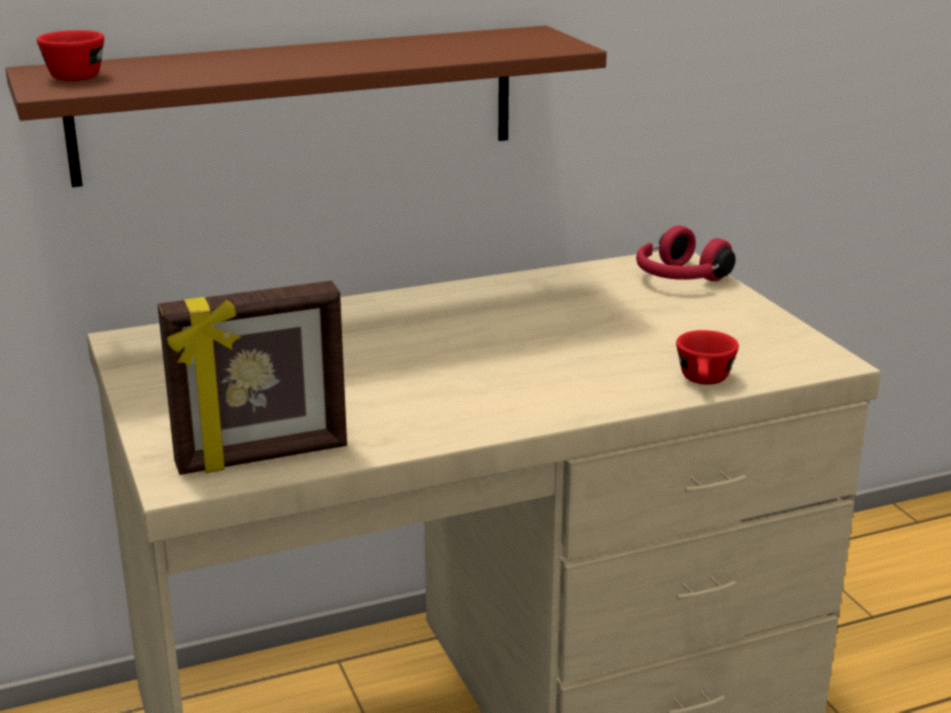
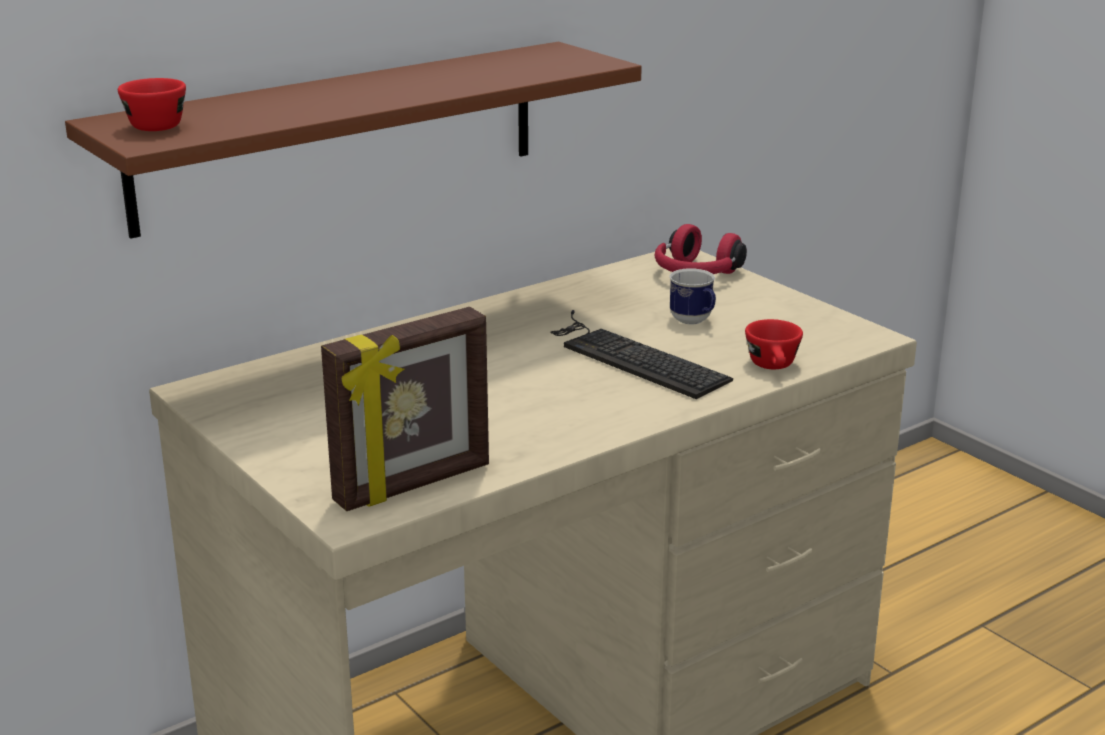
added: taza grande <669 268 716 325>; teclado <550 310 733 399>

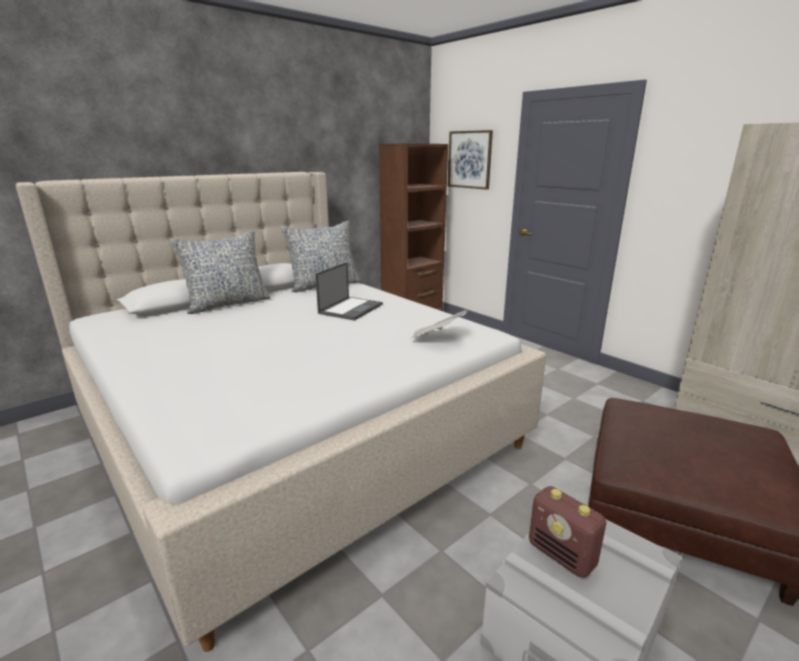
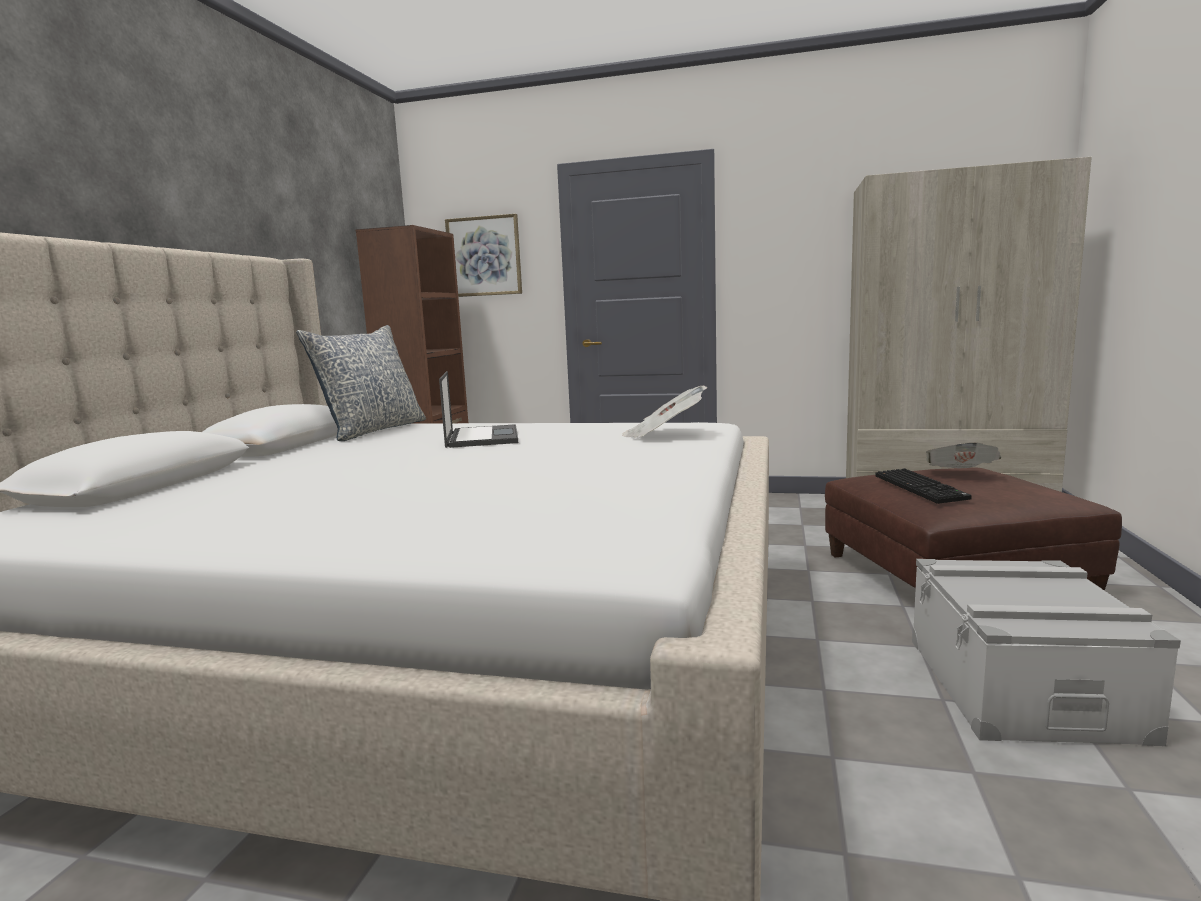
removed: cojín <169 230 271 314>; radio <529 486 606 578>
added: periódico <926 443 1002 468>; teclado <876 468 972 504>

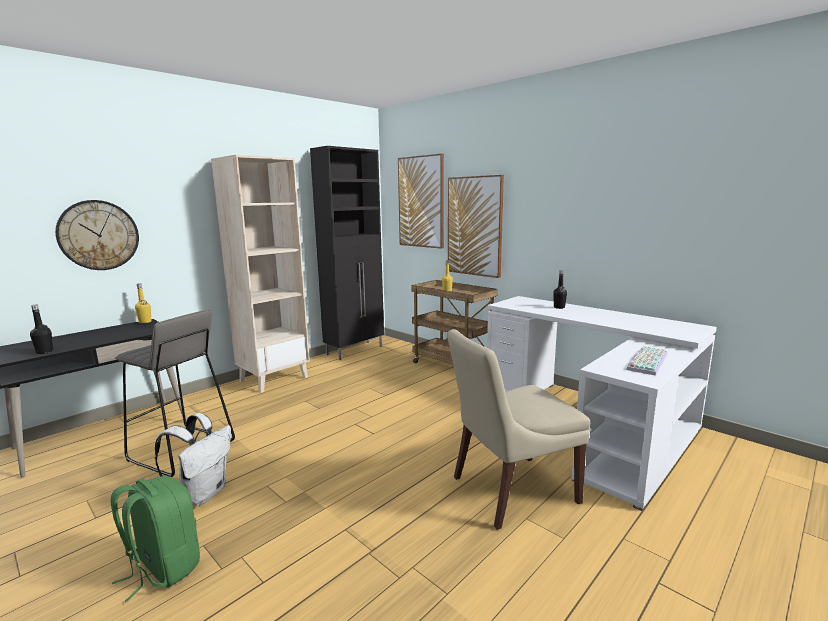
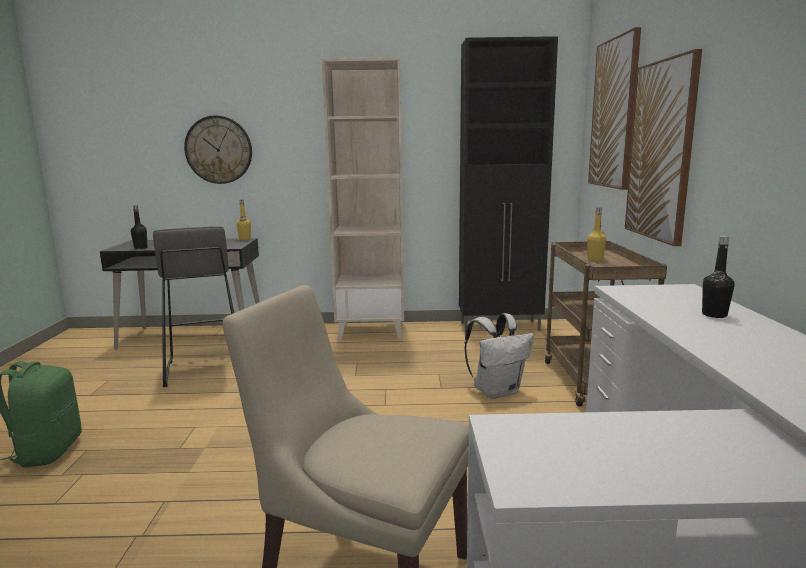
removed: teclado <626 346 668 375>
moved: mochila (blanco) <155 413 231 506> to <465 313 534 399>

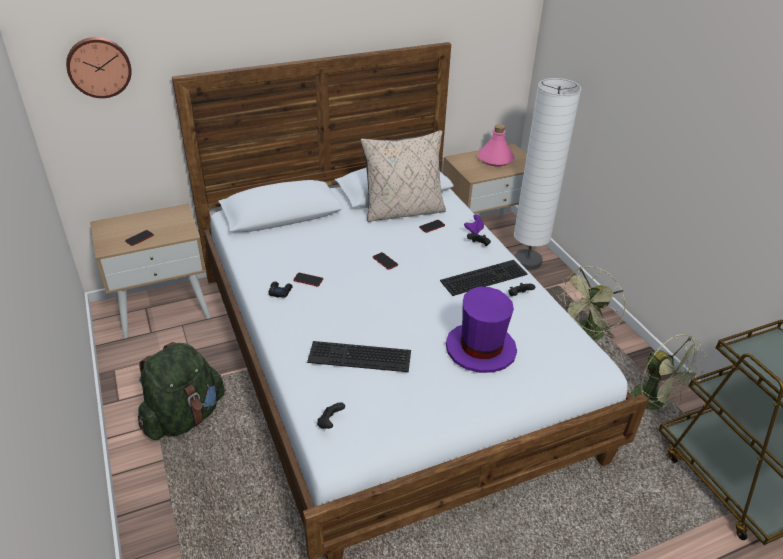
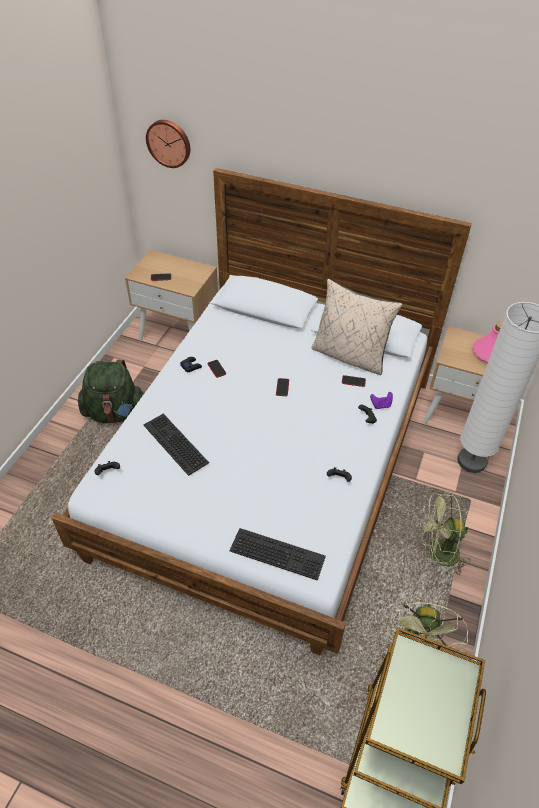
removed: sombrero (morado) <446 286 517 373>
moved: teclado <440 260 527 296> to <229 528 326 581>

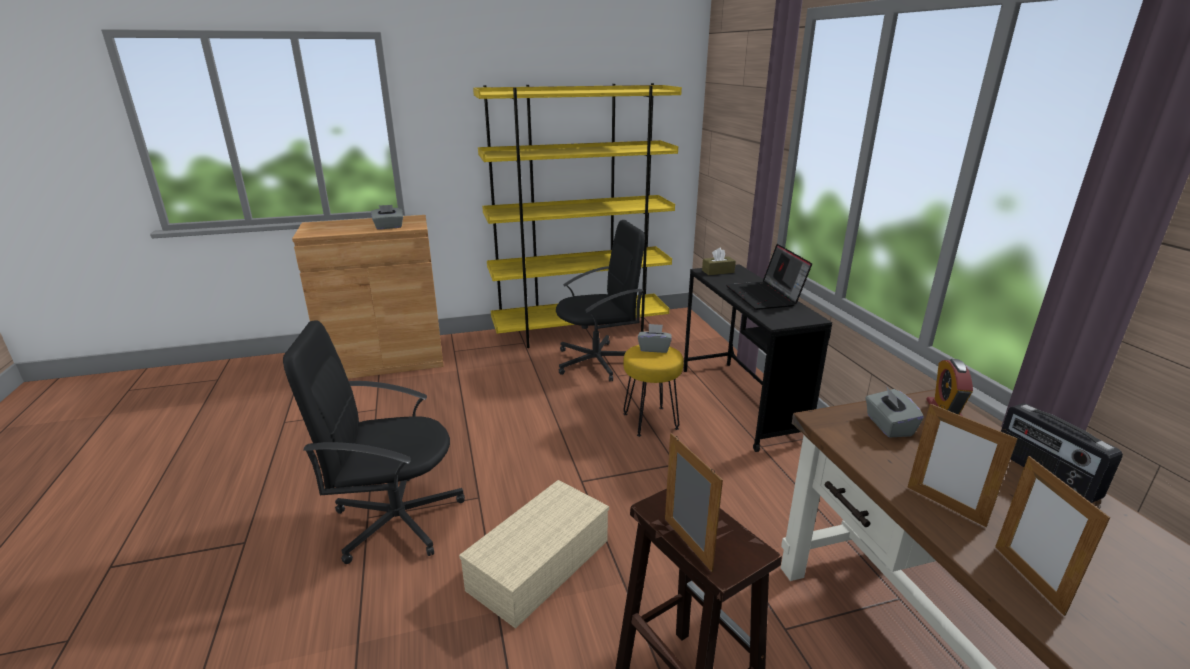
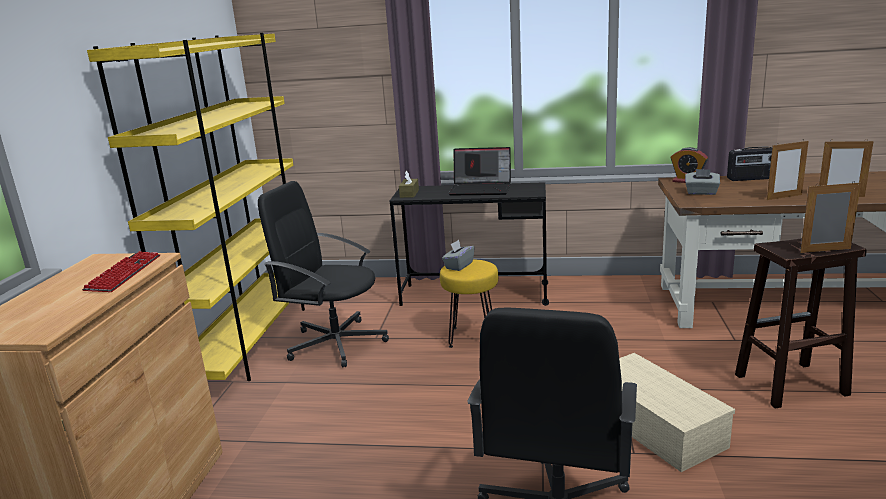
replaced: caja de pañuelos (gris) <371 205 403 229> to teclado <82 251 160 292>
turned: silla de oficina (negro) <556 220 645 381> = <258 181 389 367> 75 degrees counterclockwise

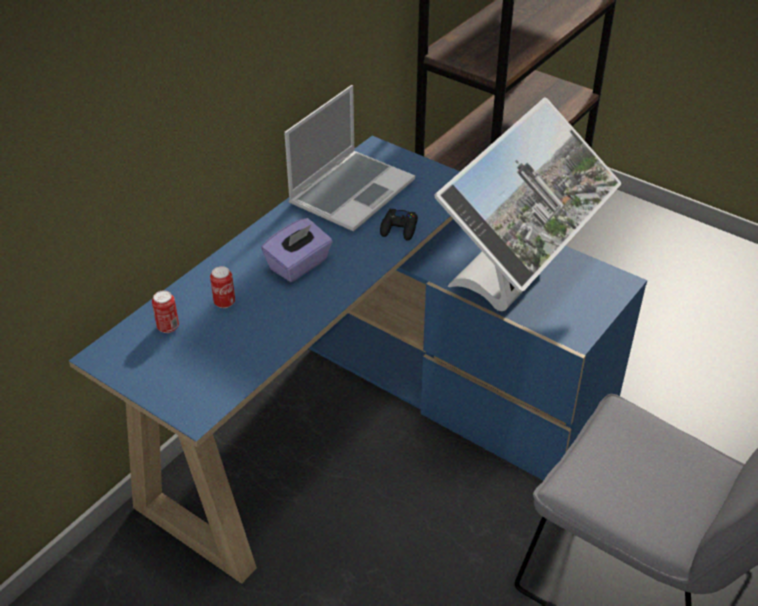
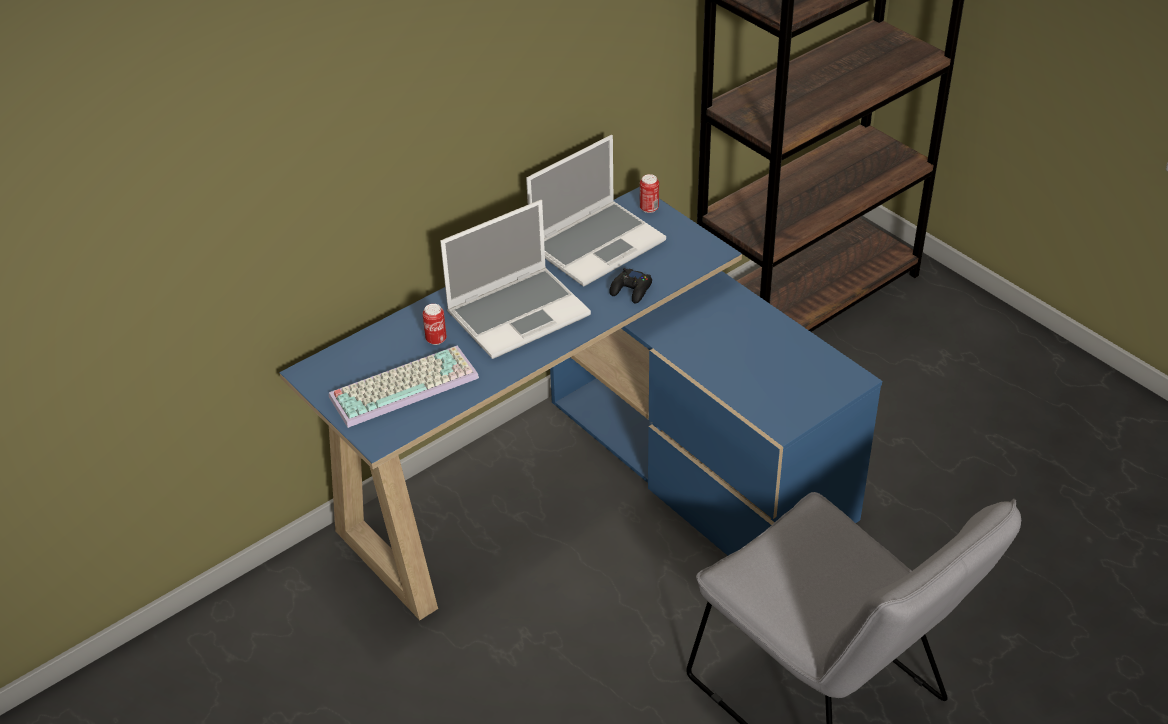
removed: monitor <434 97 621 311>
added: teclado <329 346 479 428>
moved: lata <152 290 179 333> to <640 174 659 213>
replaced: caja de pañuelos (morado) <261 218 333 282> to portátil <440 200 591 359>

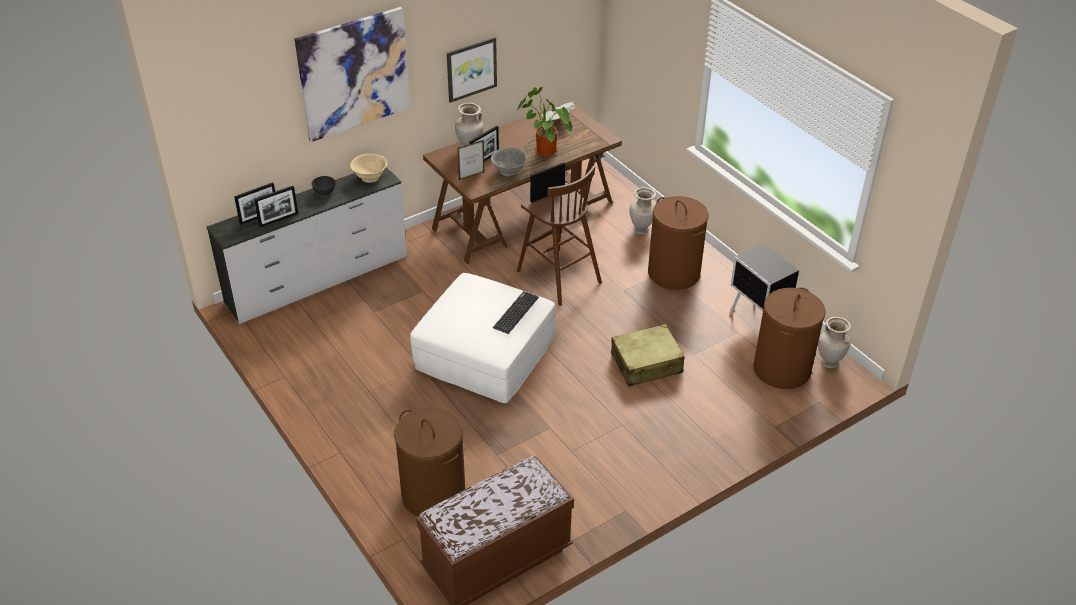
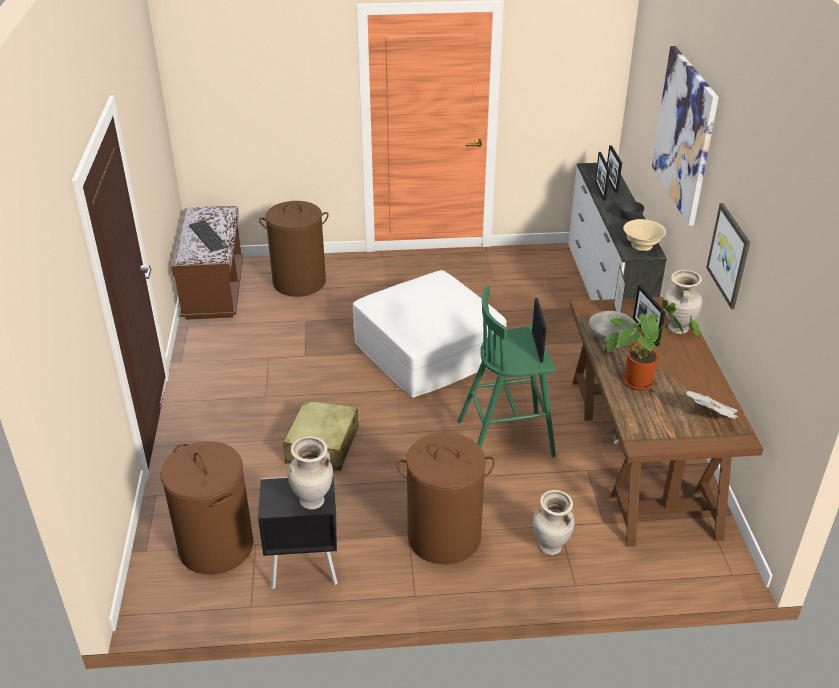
moved: teclado <493 291 539 334> to <189 220 228 252>; florero (beis) <818 317 851 368> to <287 436 333 510>
recoloured: taburete (marrón) <517 166 602 306> to taburete (verde) <457 286 556 457>

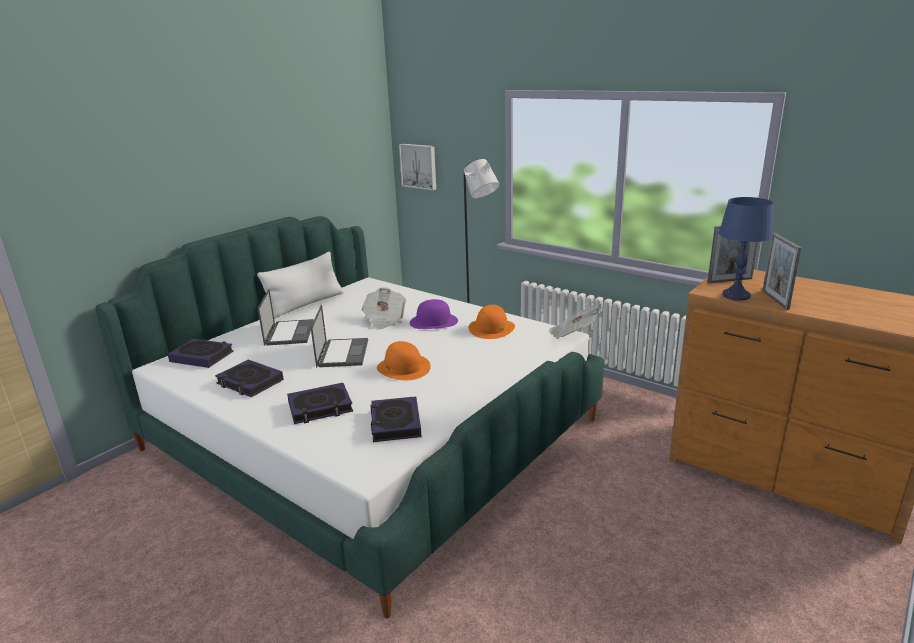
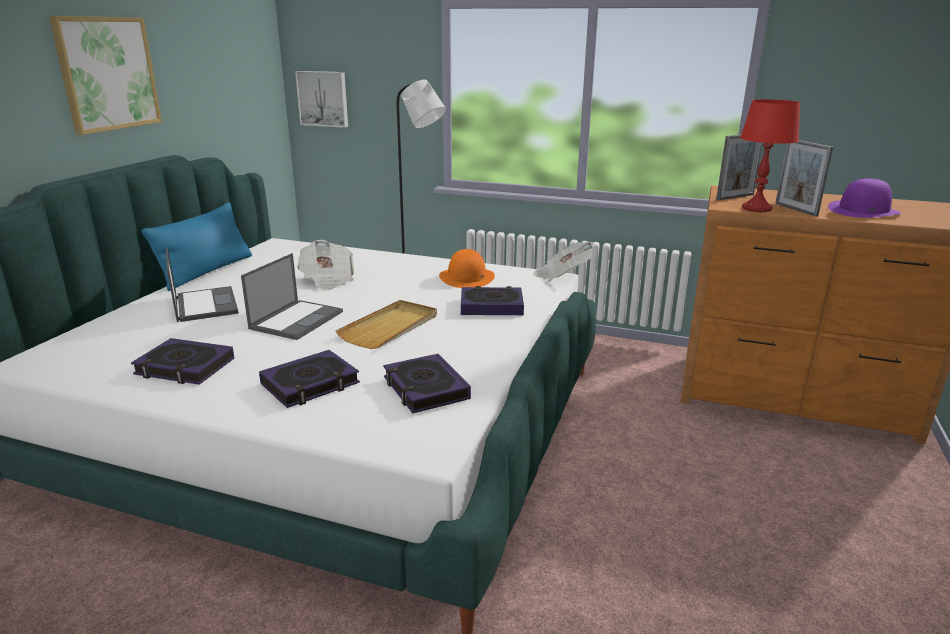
added: cuadro <49 16 162 135>
moved: sombrero (morado) <410 299 458 329> to <828 179 902 218>; libro <168 339 234 368> to <461 286 524 315>
replaced: sombrero (naranja) <377 341 431 380> to bandeja (beis) <335 300 437 349>
recoloured: lámpara de mesa (azul) <718 197 774 301> to lámpara de mesa (rojo) <740 99 800 212>; cojín (blanco) <257 251 344 318> to cojín (azul) <142 202 252 291>
turned: portátil <311 305 368 367> = <241 253 343 340> 45 degrees clockwise

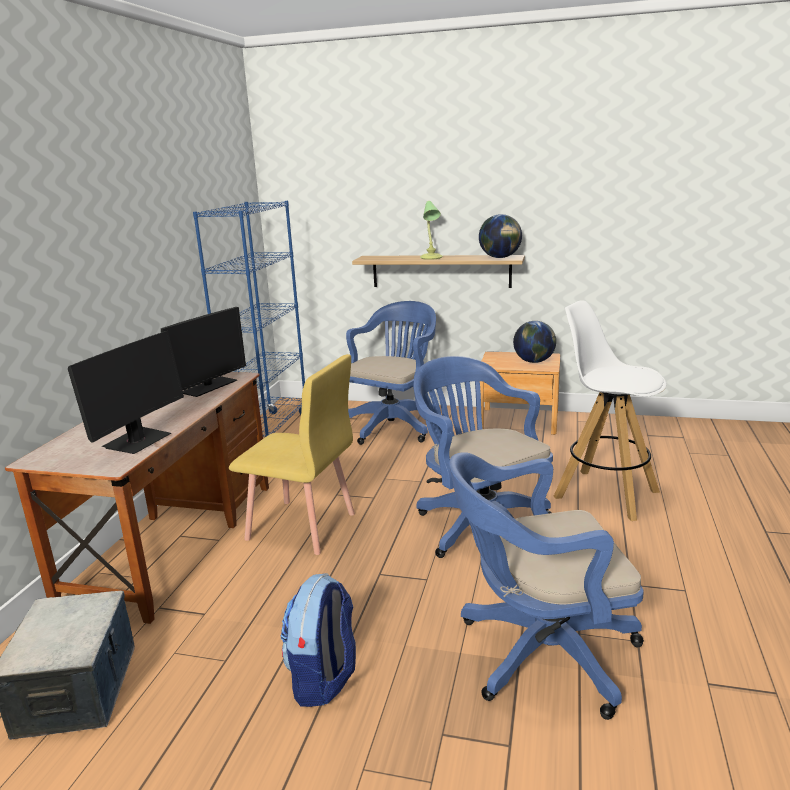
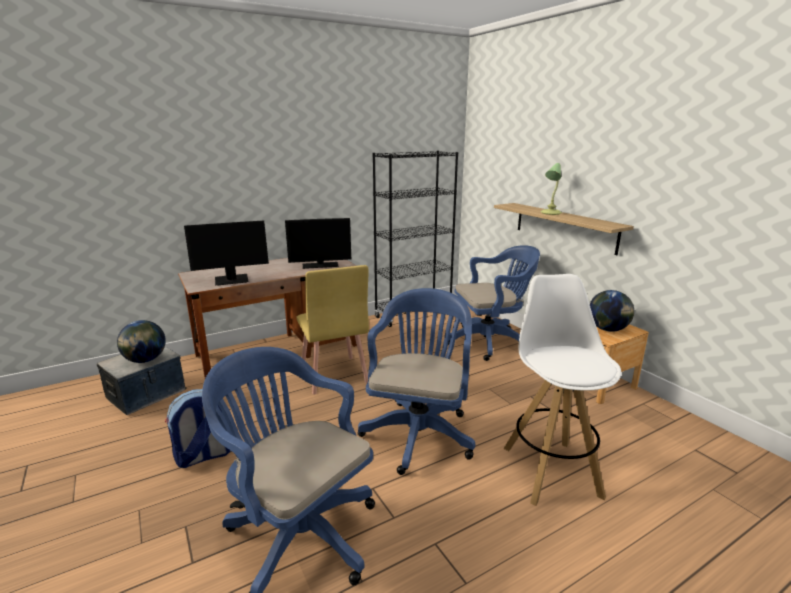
moved: globo terráqueo <479 214 522 258> to <117 320 166 363>
recoloured: estantería (azul) <193 201 305 439> to estantería (negro) <372 151 458 327>

